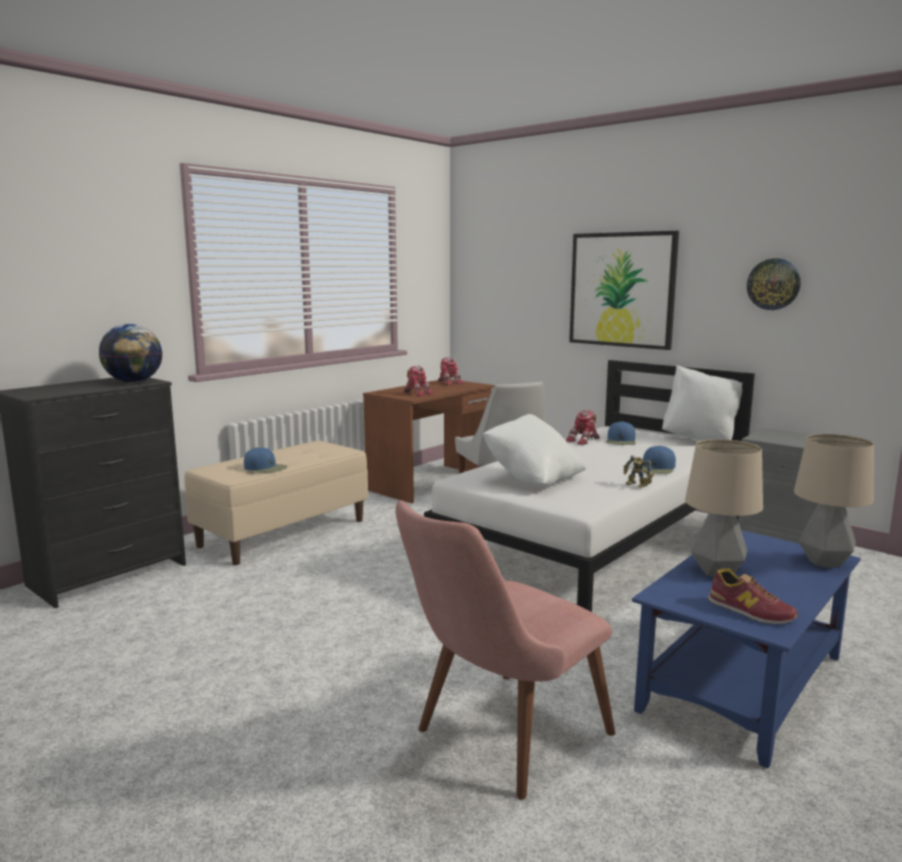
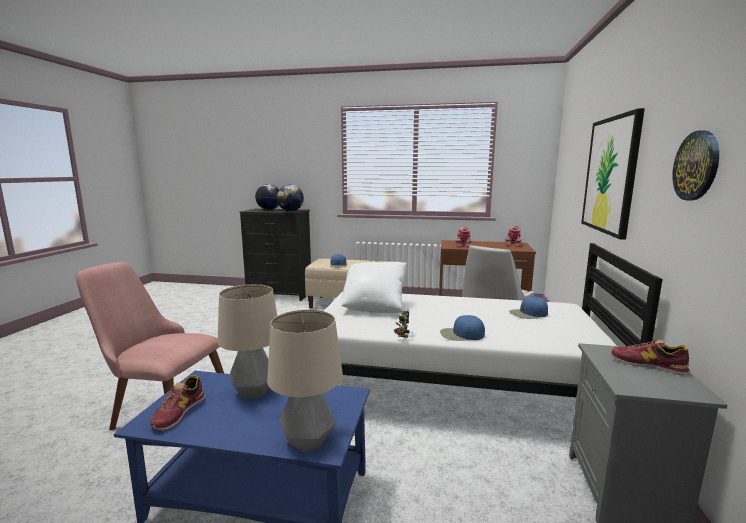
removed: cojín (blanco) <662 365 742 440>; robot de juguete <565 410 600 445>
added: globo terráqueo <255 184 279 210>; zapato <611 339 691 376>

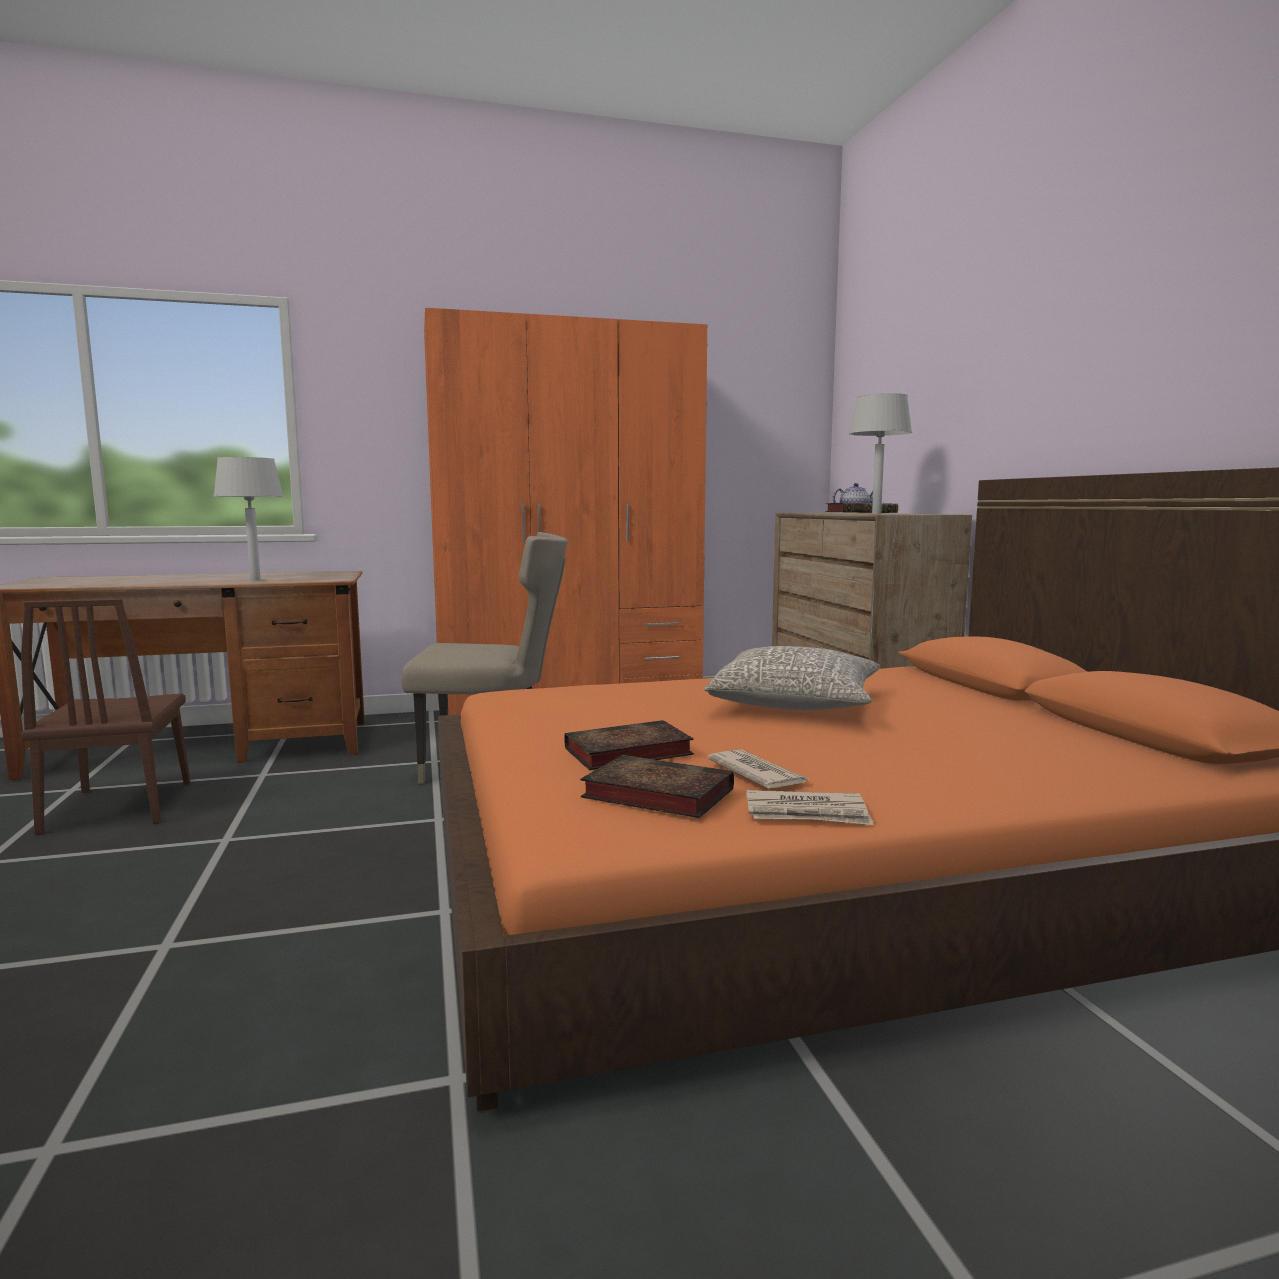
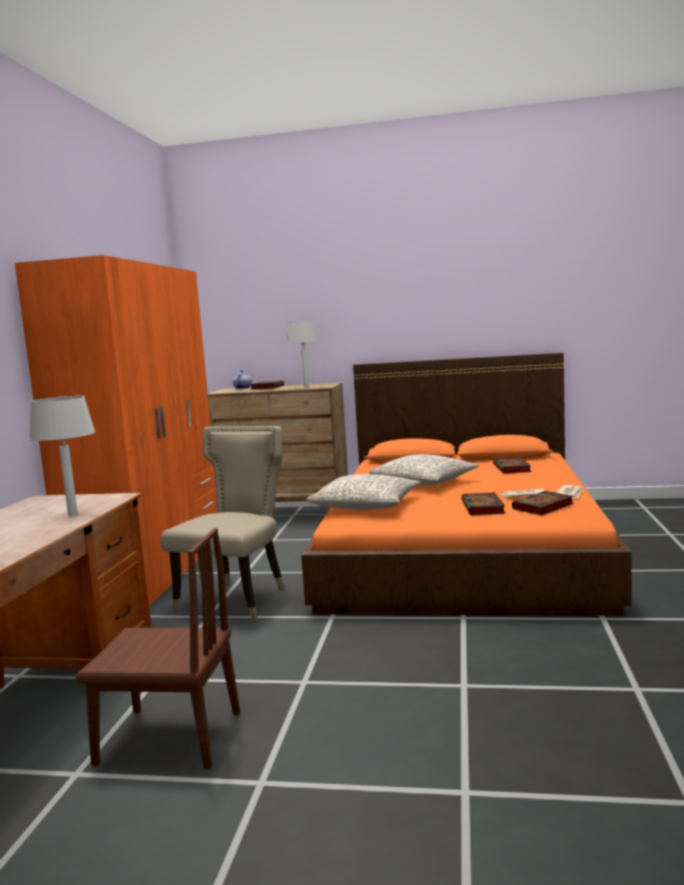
added: libro <493 457 531 473>; cojín (gris) <306 474 421 510>

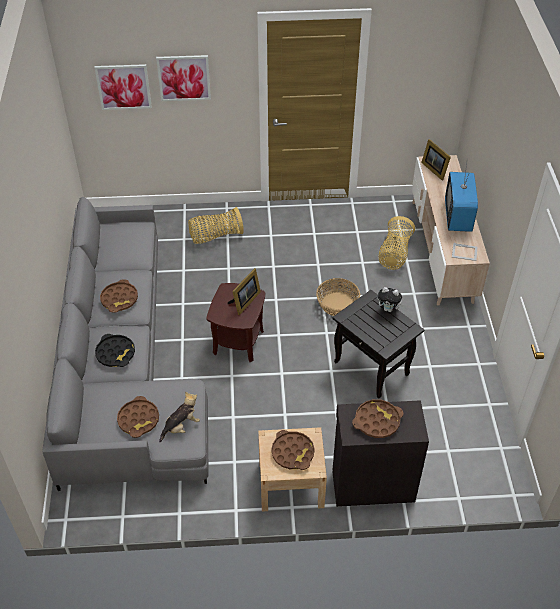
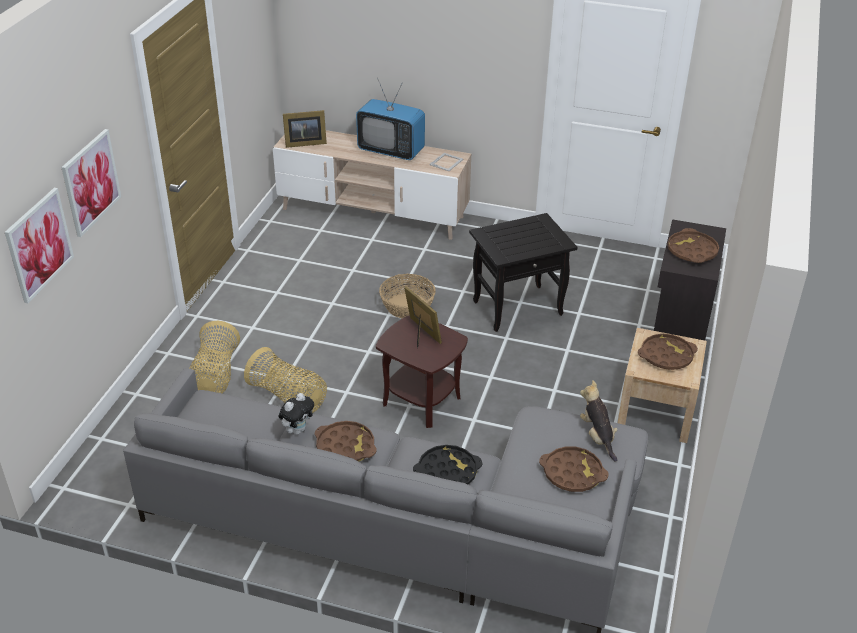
moved: cesta <379 216 415 270> to <244 347 327 413>; peluche <377 287 404 312> to <278 393 314 434>

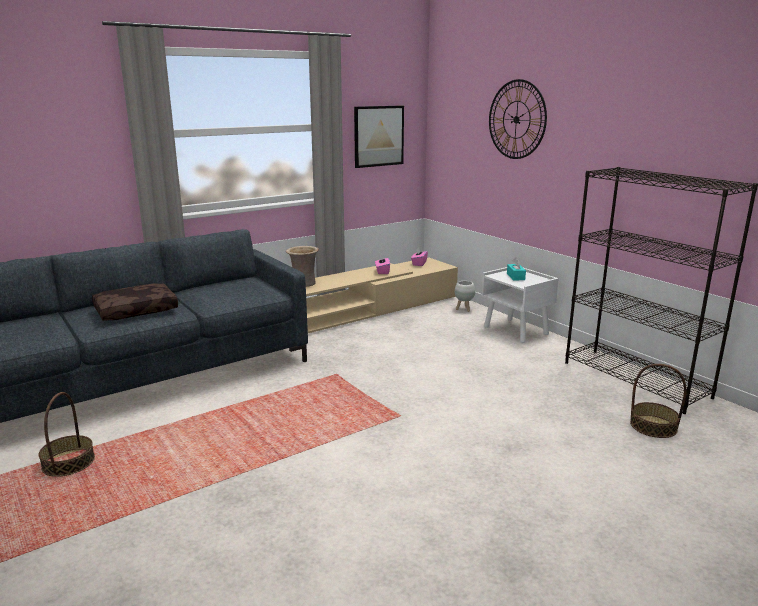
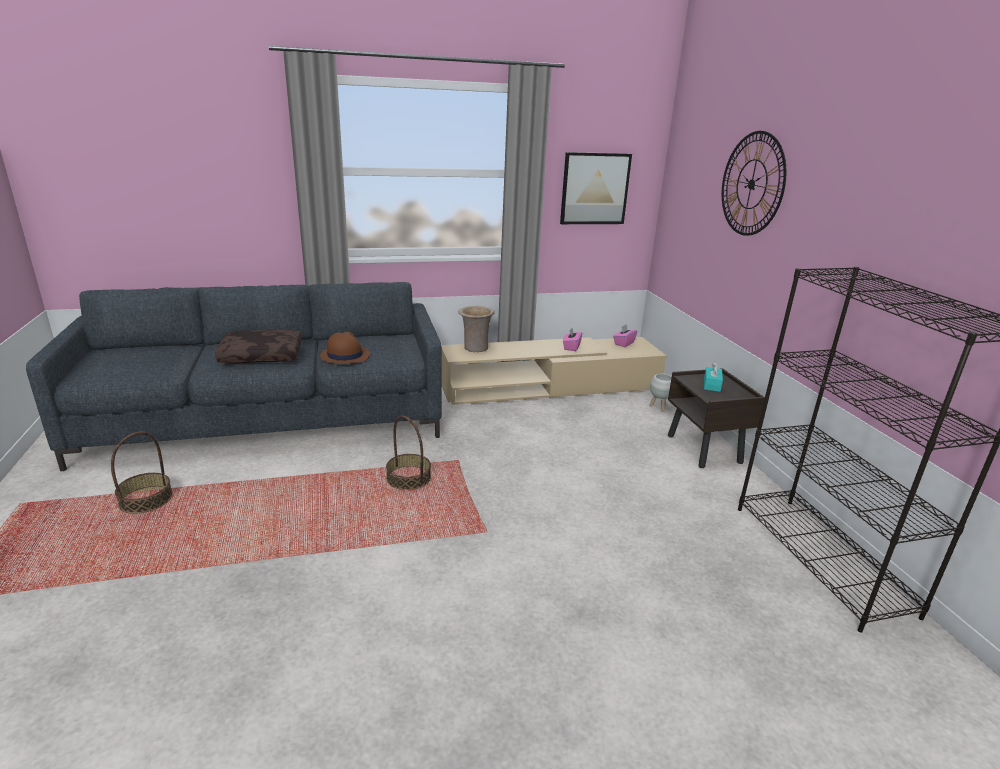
added: sombrero (marrón) <320 332 370 364>
moved: cesta <630 364 687 438> to <386 415 431 490>
recoloured: mesita de noche (blanco) <481 267 559 343> to mesita de noche (marrón) <668 368 765 468>

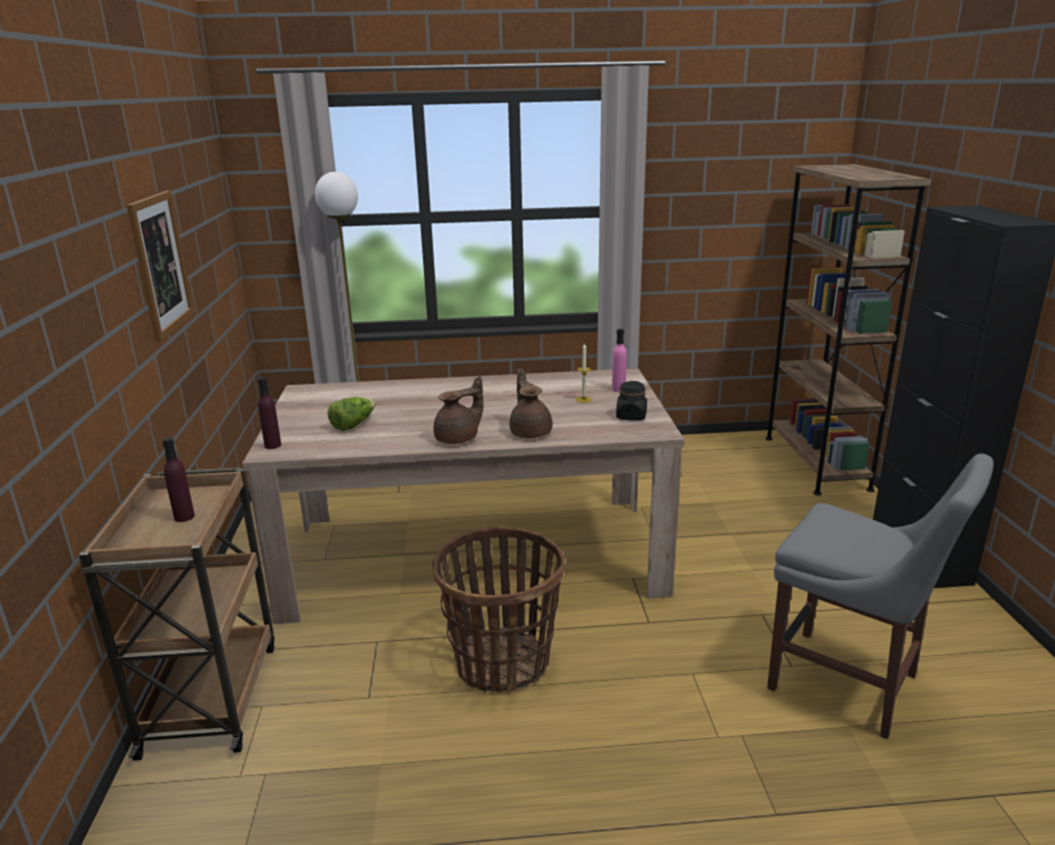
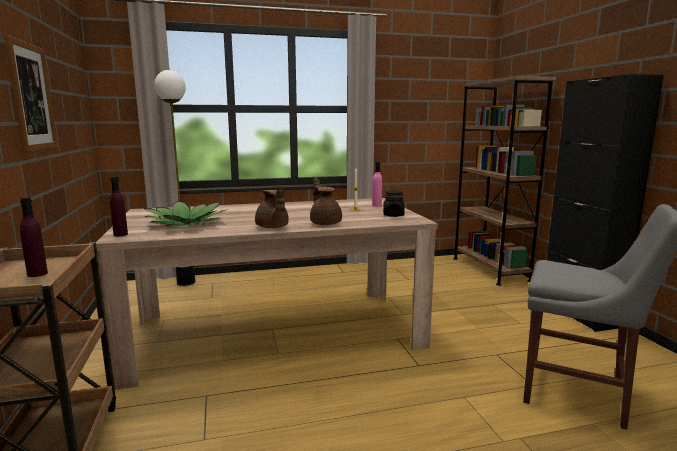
removed: cesta <433 527 565 692>
replaced: lechuga <327 397 376 431> to planta en maceta <143 201 226 227>
turned: tetera (marrón) <433 376 484 444> = <255 185 289 228> 105 degrees clockwise

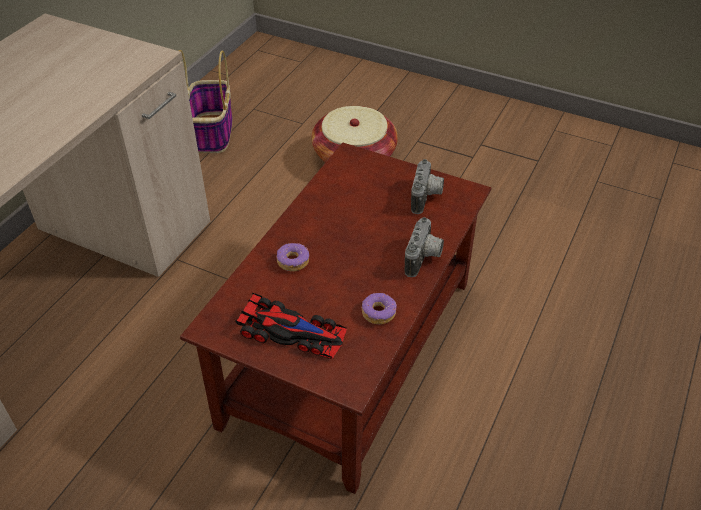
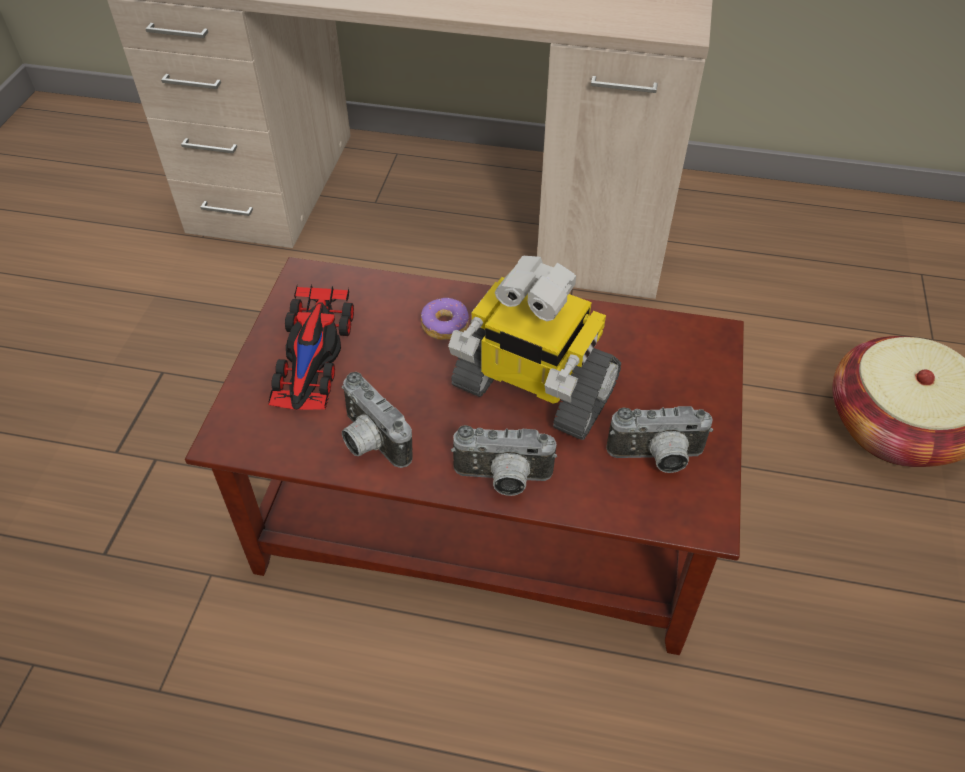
removed: cesta <178 50 233 153>
added: robot de juguete <448 256 621 440>
replaced: rosquilla <362 293 397 324> to cámara <342 372 413 468>

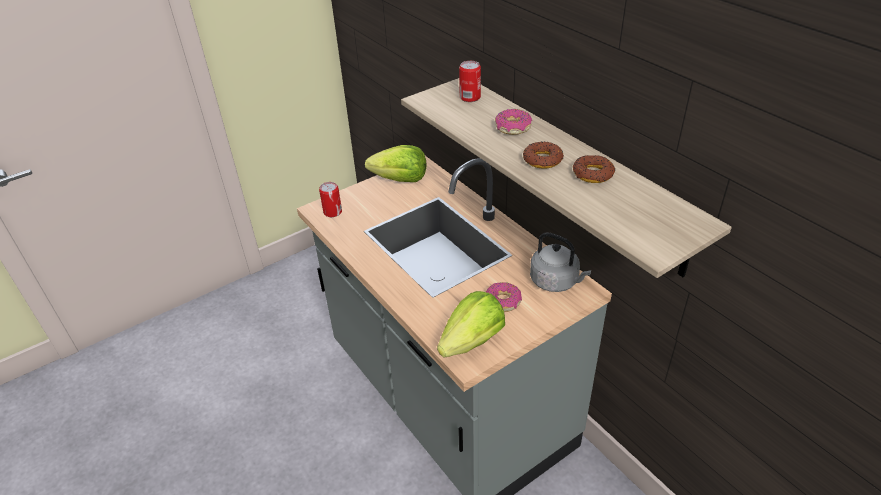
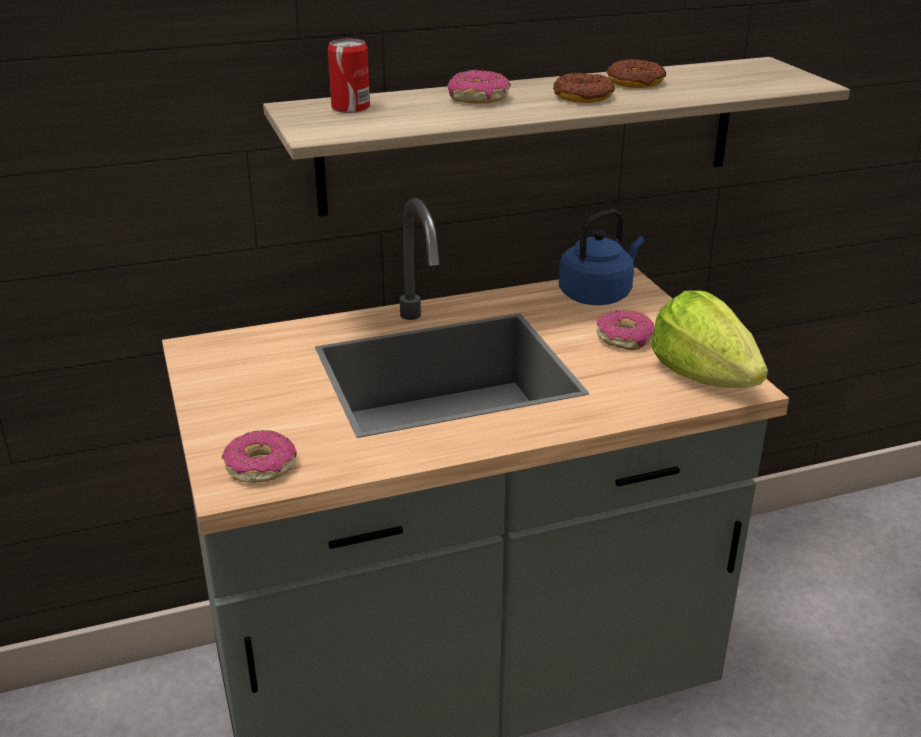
removed: lechuga <365 145 427 182>
replaced: lata <319 182 342 217> to rosquilla <222 430 297 483>
recoloured: hervidor (gris) <530 232 591 292> to hervidor (azul) <559 209 644 305>

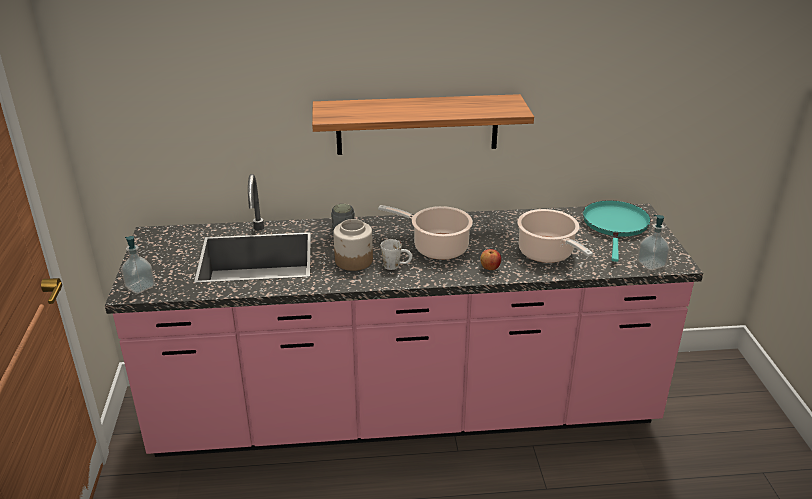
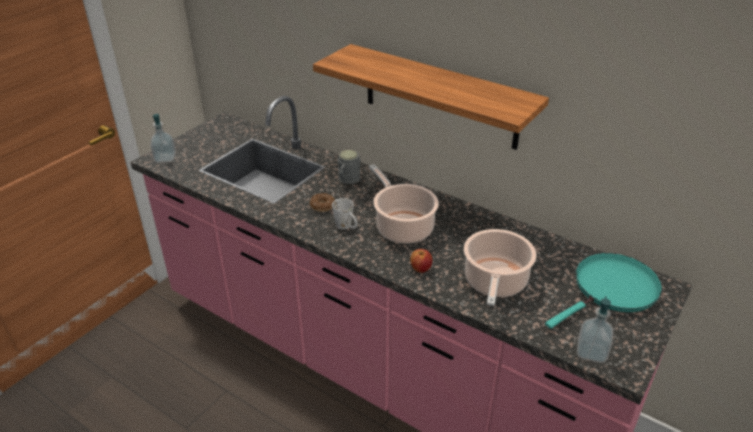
replaced: tarro <333 219 373 271> to rosquilla <310 193 335 212>

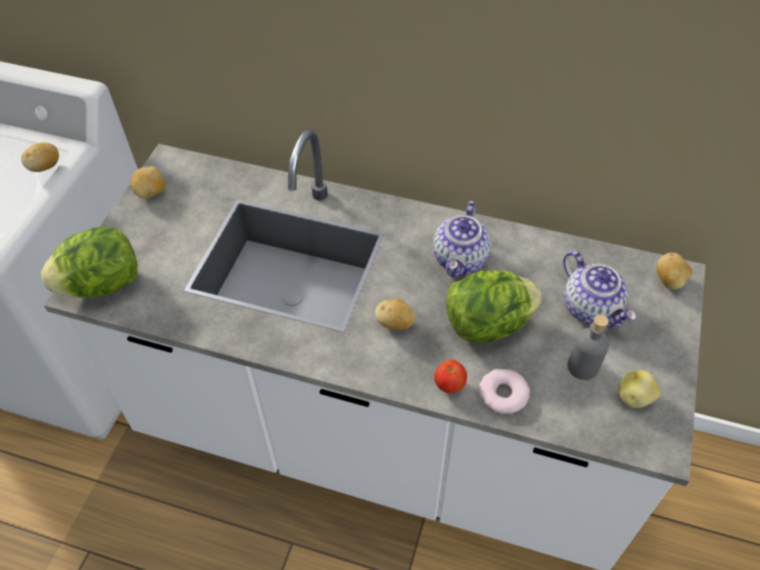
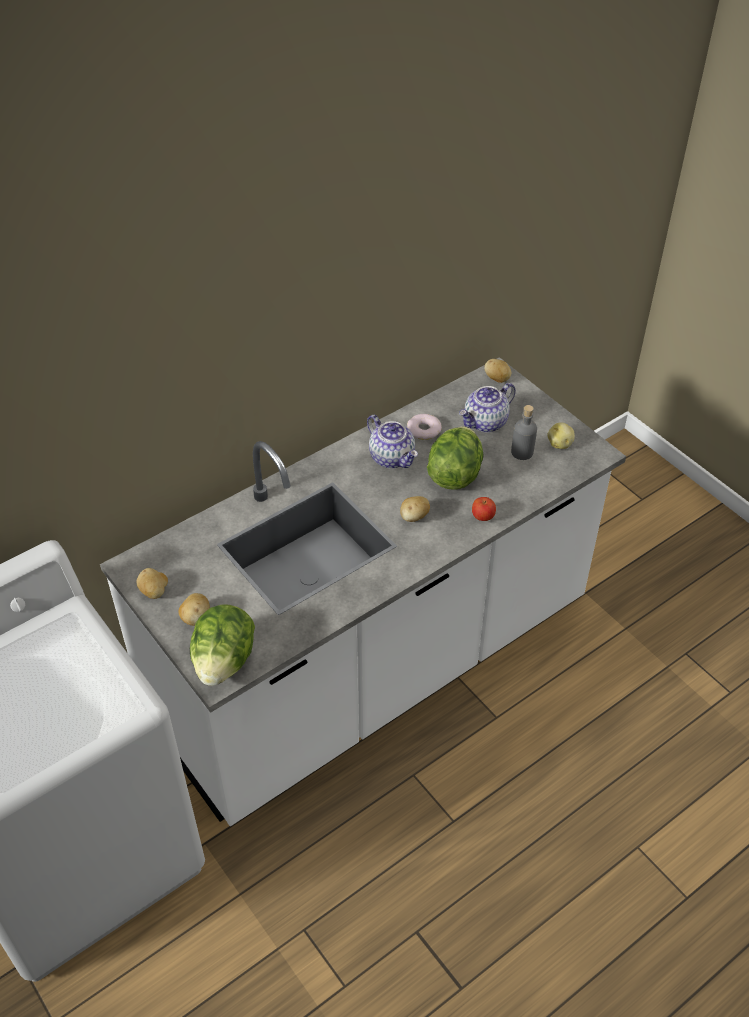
moved: patata <21 143 59 172> to <178 593 210 626>; rosquilla <479 369 530 414> to <407 414 442 440>
turned: tetera <563 251 636 328> = <459 383 516 432> 135 degrees clockwise

